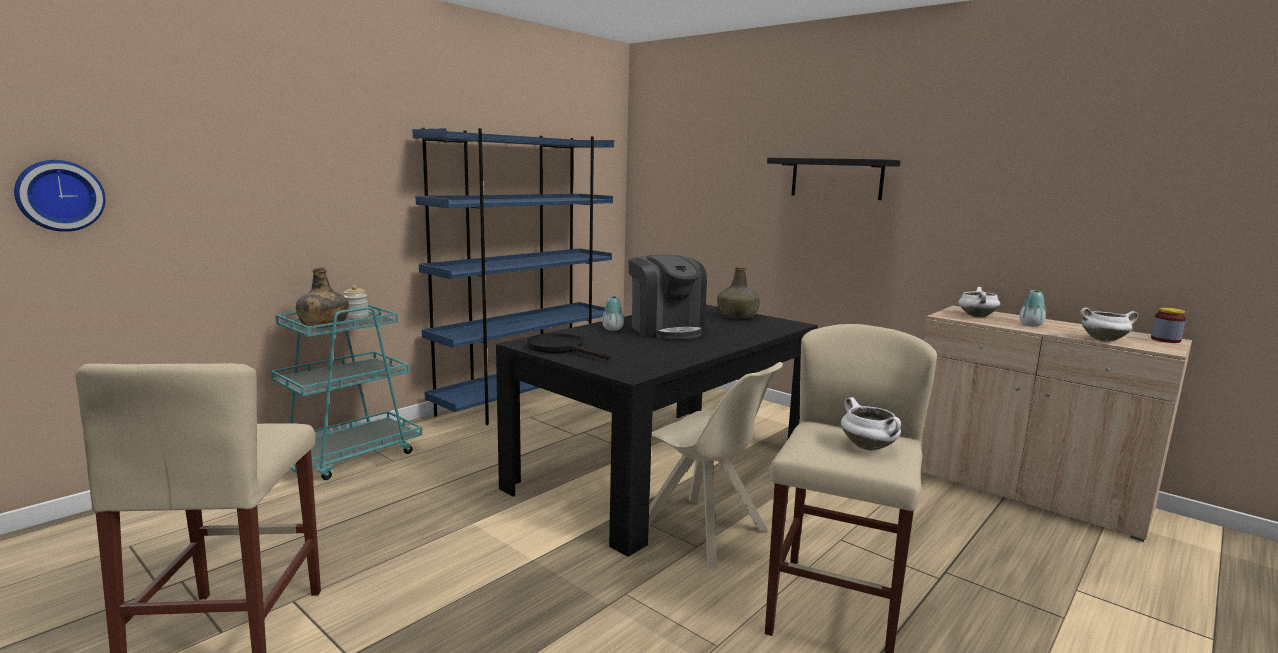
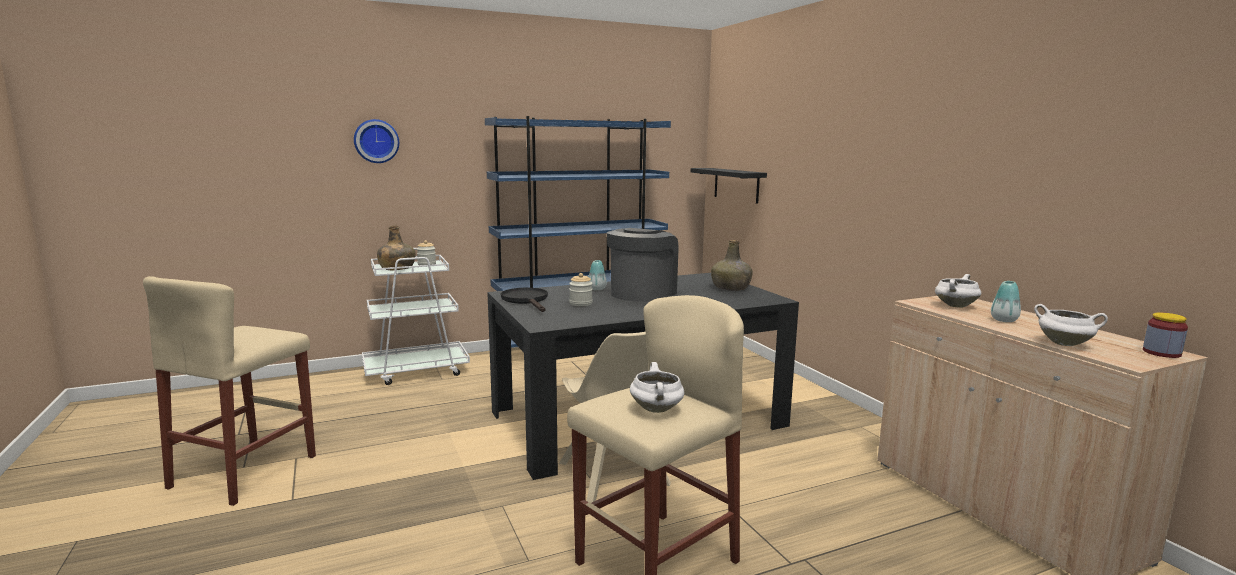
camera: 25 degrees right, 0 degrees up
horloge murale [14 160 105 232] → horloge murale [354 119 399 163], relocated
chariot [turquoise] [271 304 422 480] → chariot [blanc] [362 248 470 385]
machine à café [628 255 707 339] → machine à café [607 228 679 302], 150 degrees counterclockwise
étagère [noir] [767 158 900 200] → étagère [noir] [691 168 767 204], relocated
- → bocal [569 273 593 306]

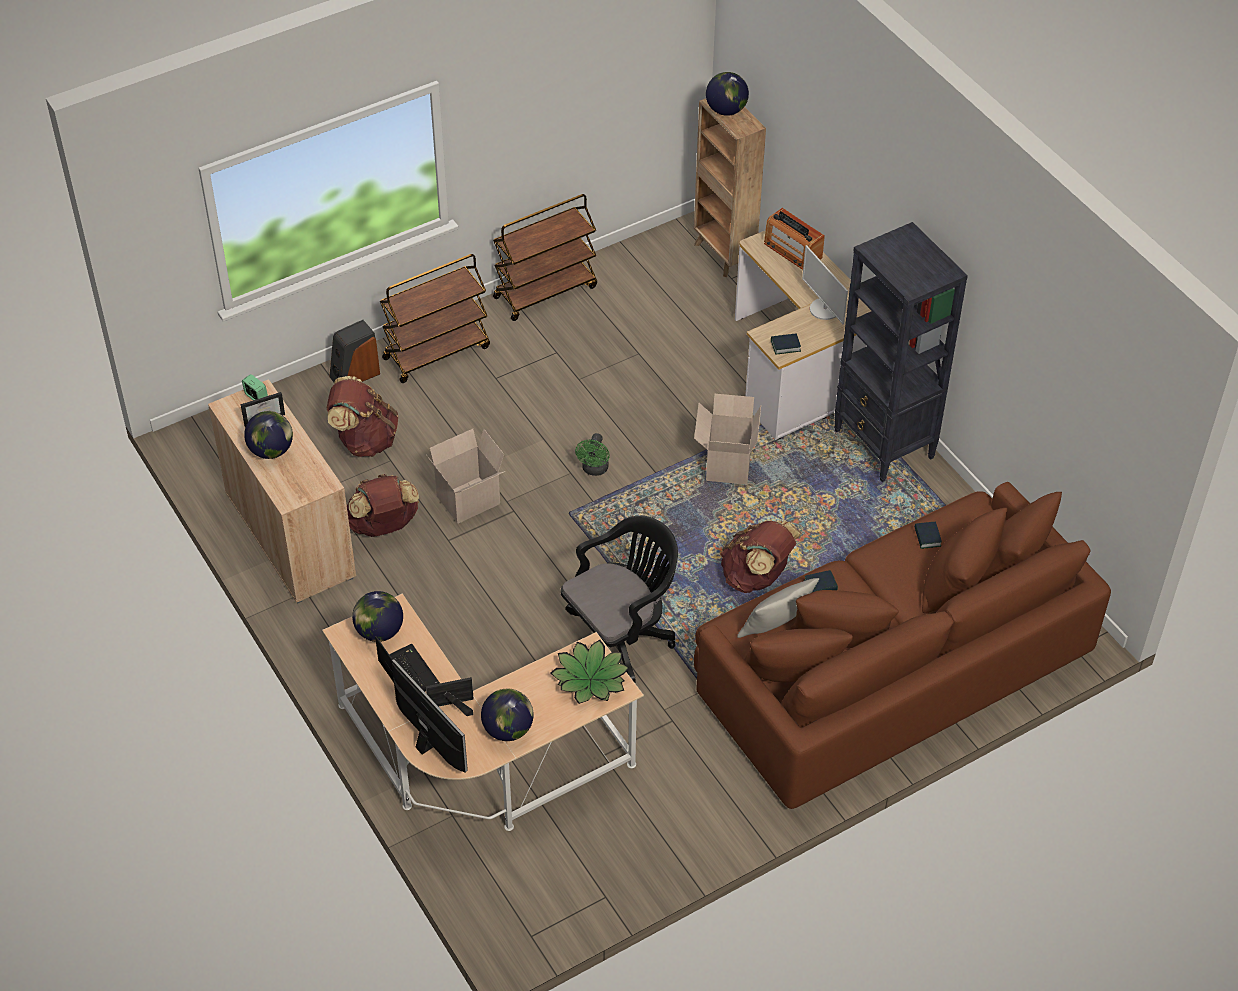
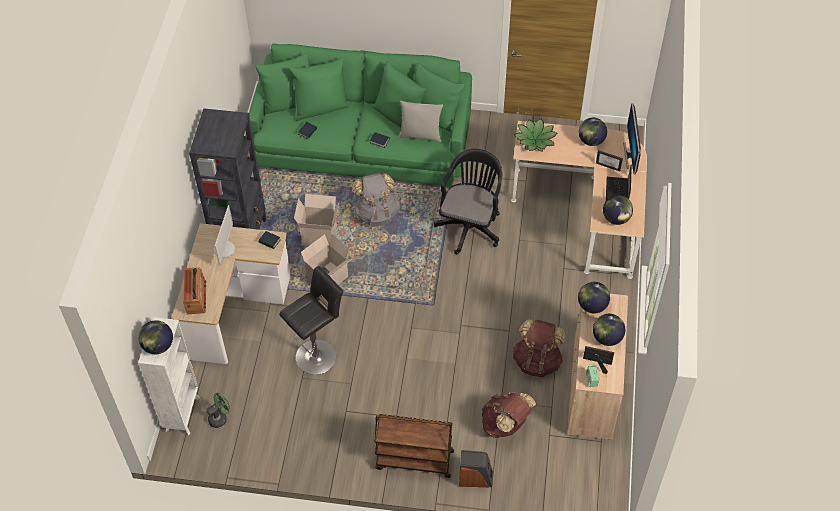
camera: 140 degrees left, 5 degrees up
carton [427 429 505 523] → carton [294 194 339 246], relocated
chariot [marron] [493 194 597 321] → -
chaise de bureau [noir] [561 516 678 683] → chaise de bureau [noir] [433 149 502 254], 105 degrees clockwise
ventilateur [vert] [575 433 610 476] → ventilateur [vert] [206 393 230 428], relocated
bibliothèque [marron] [694 99 766 277] → bibliothèque [blanc] [138 317 200 435]
canapé [marron] [694 482 1111 809] → canapé [vert] [249 43 472 186]
sac à dos [marron] [721 520 801 593] → sac à dos [gris] [352 173 400 227]
- → tabouret [noir] [279 266 343 375]
- → globe [578 282 610 313]

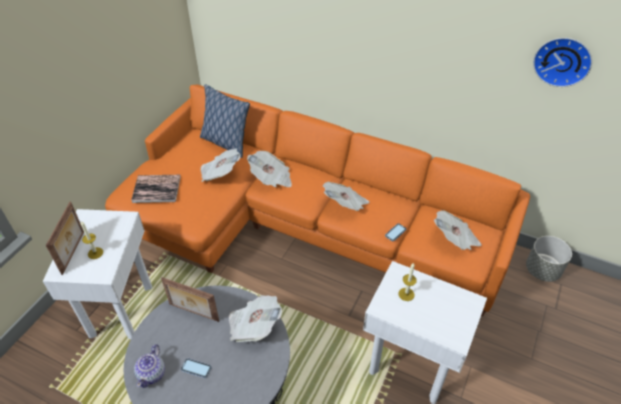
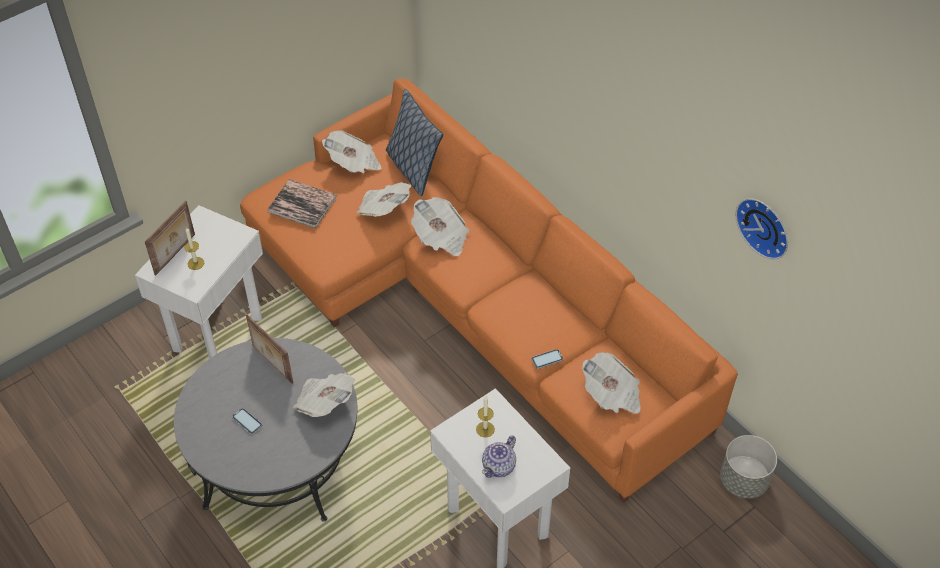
camera: 25 degrees right, 5 degrees up
théière [134 344 165 388] → théière [482 436 516 478], relocated
journal [323 182 370 211] → journal [322 130 382 173], relocated

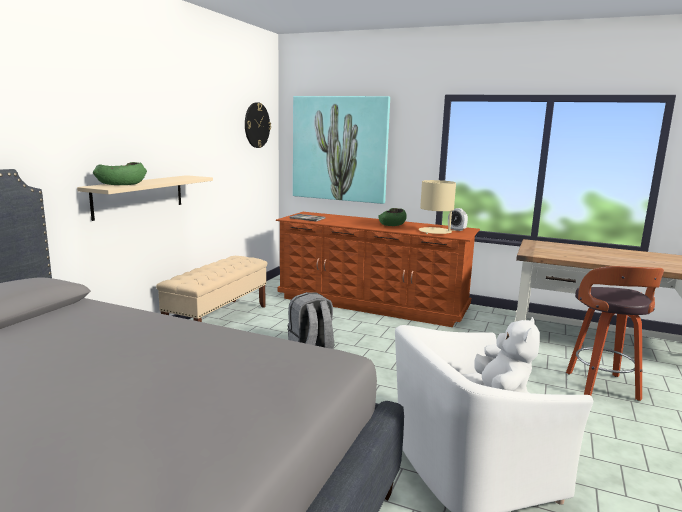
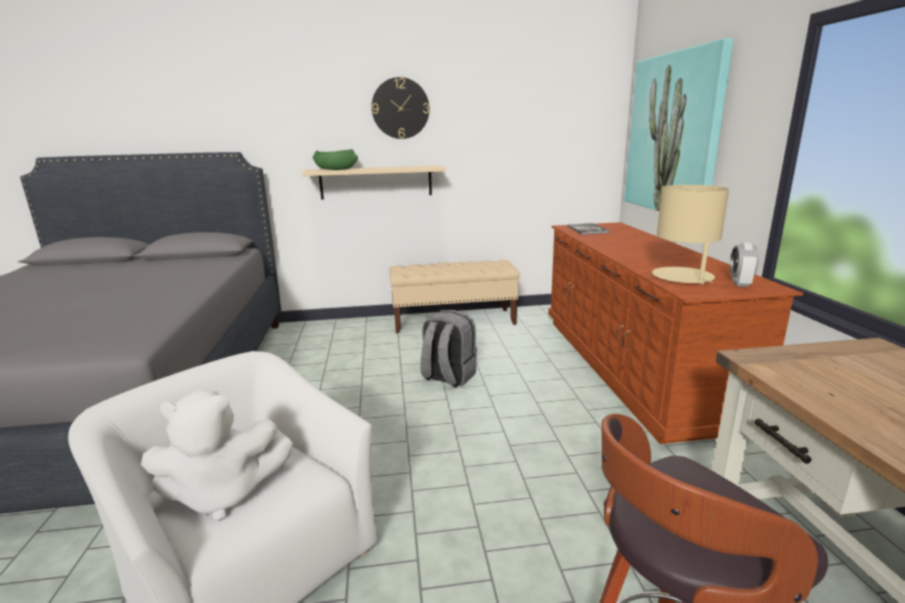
camera: 60 degrees right, 5 degrees up
horloge murale [245 102 271 148] → horloge murale [372 77 429 139], relocated
bol [vert] [378 208 407 226] → -

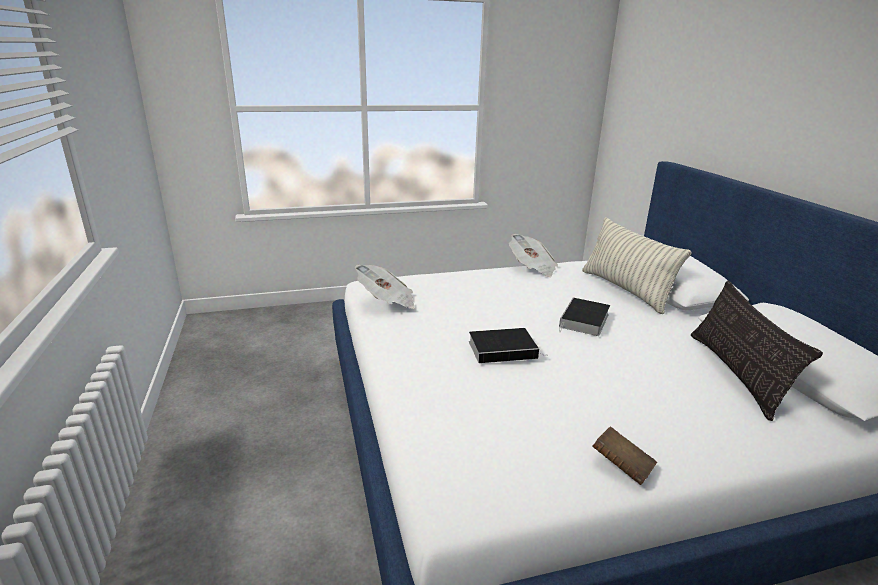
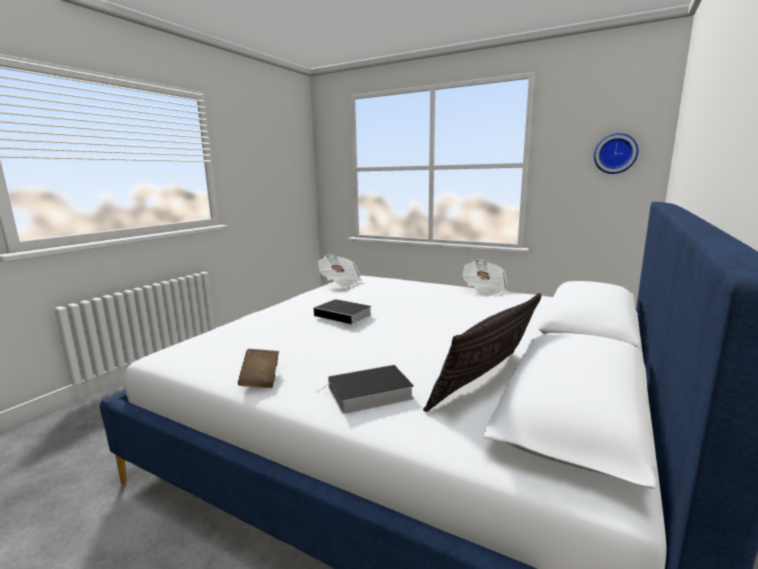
camera: 45 degrees right, 10 degrees down
livre [559 298 610 336] → livre [316 365 414 414], relocated
coussin [582 217 692 314] → -
- → horloge murale [594 133 638 174]

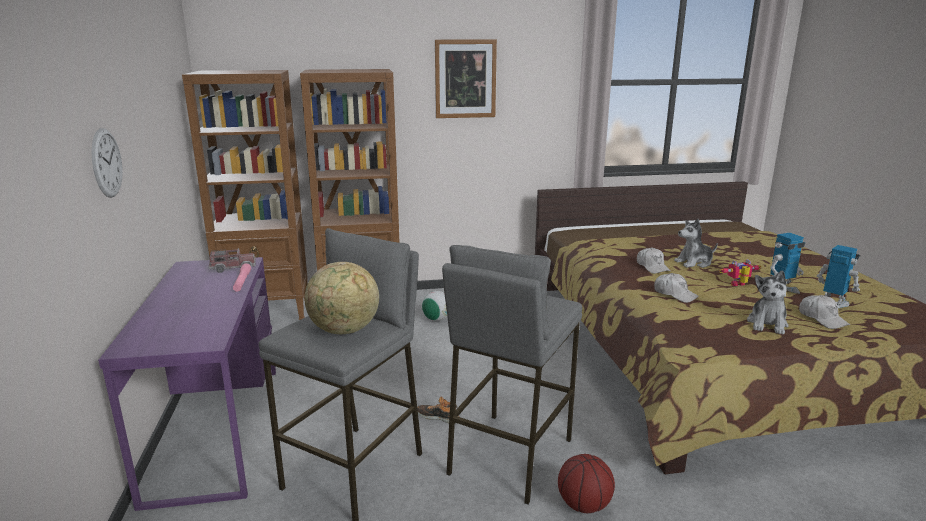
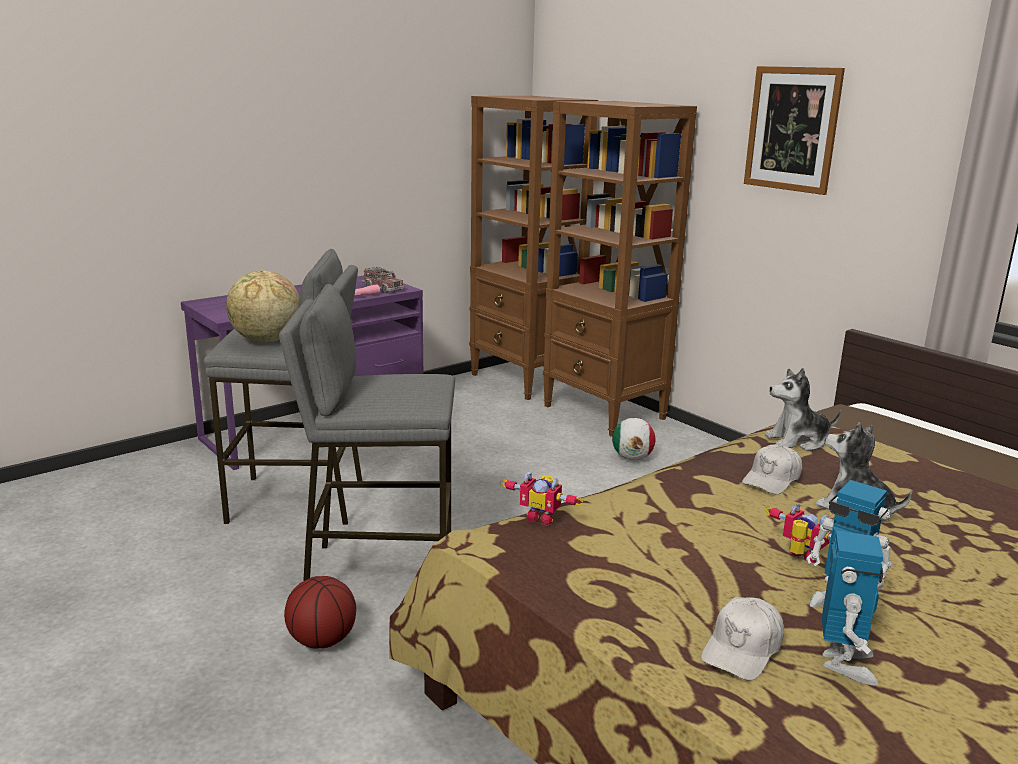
camera: 60 degrees right, 0 degrees up
horloge murale [92 128 123 198] → -
chaussure [417 397 459 423] → -
casquette [blanc] [654 273 699 303] → -
peluche [747 270 789 334] → peluche [765 368 841 451], relocated
- → robot jouet [501 472 583 526]

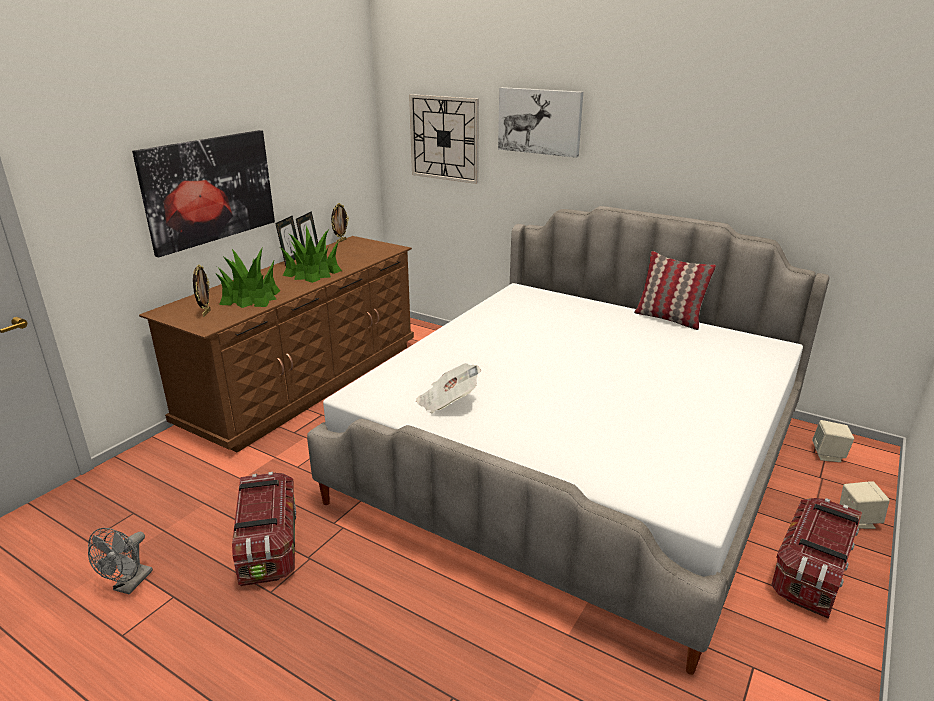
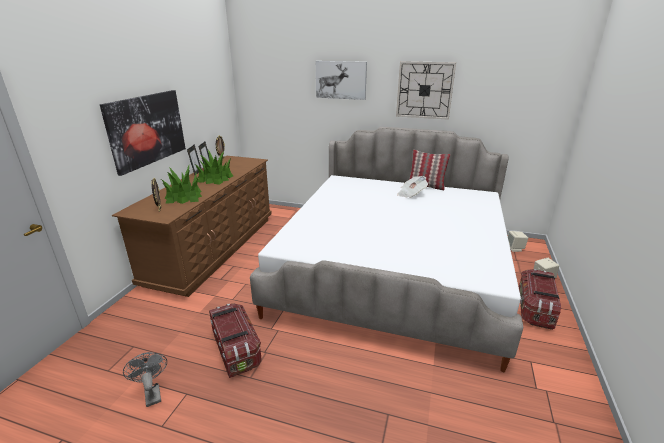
camera: 15 degrees left, 0 degrees up
ventilateur [gris] [88 528 153 595] → ventilateur [gris] [123 352 167 407], 150 degrees clockwise
horloge murale [409 94 479 184] → horloge murale [396 61 456 120], relocated
journal [416 363 481 413] → journal [397 176 428 198], relocated

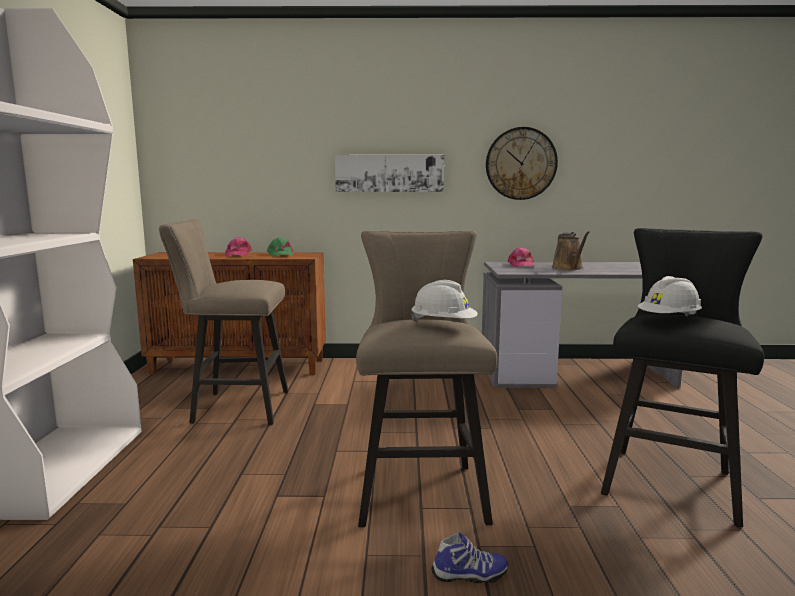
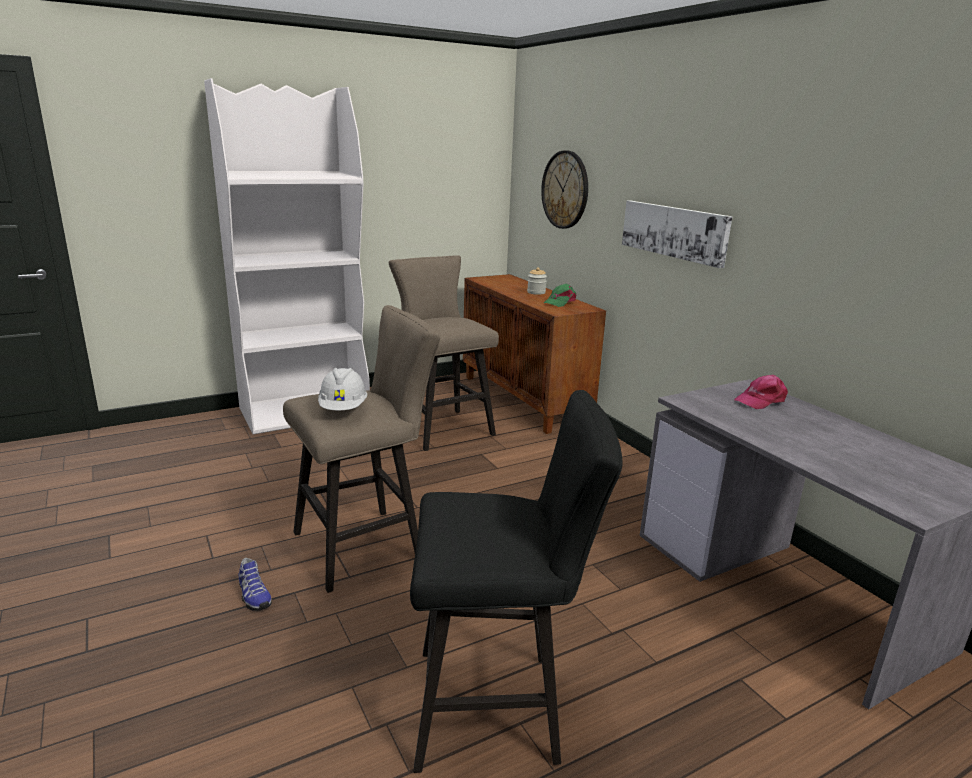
camera: 60 degrees right, 10 degrees up
casquette [rose] [225 237 252 256] → bocal [527 267 547 295]
horloge murale [486 127 558 200] → horloge murale [541 151 588 229], relocated
arrosoir [marron] [552 231 590 270] → -
casque de chantier [blanc] [638 276 702 317] → -

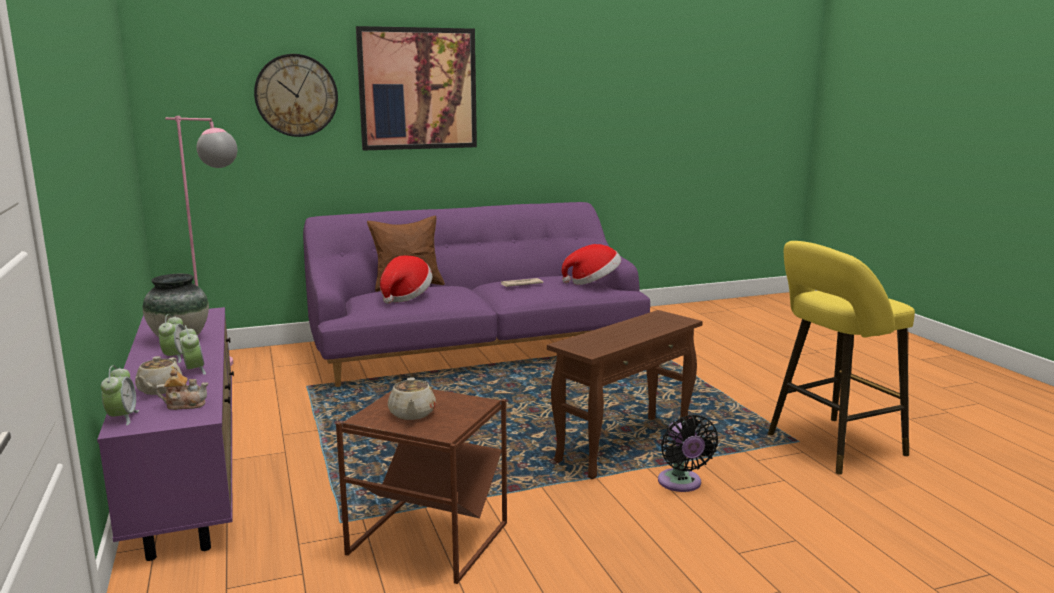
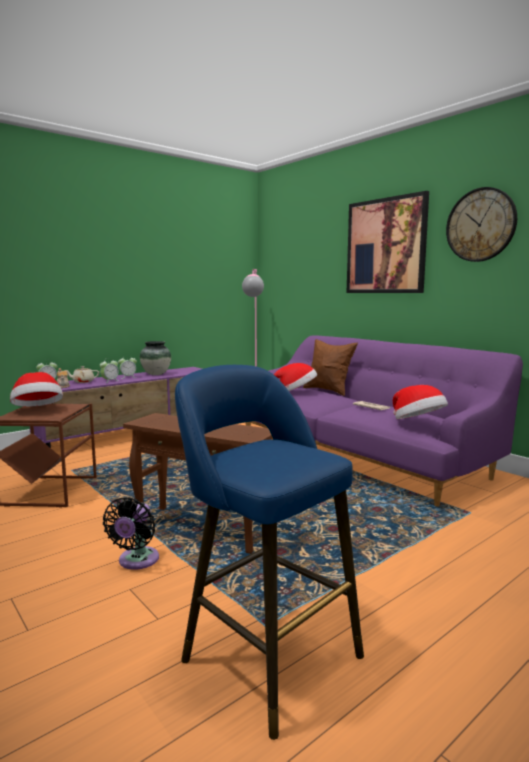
camera: 70 degrees right, 5 degrees down
horloge murale [254 54 338 137] → horloge murale [446 187 517 262], relocated
théière [beige] [388 377 436 420] → chapeau [10 372 63 407]
ventilateur [noir] [658 415 718 492] → ventilateur [noir] [103 497 159 570], 45 degrees counterclockwise
tabouret [jaune] [768 241 915 475] → tabouret [bleu] [175 365 364 740]

